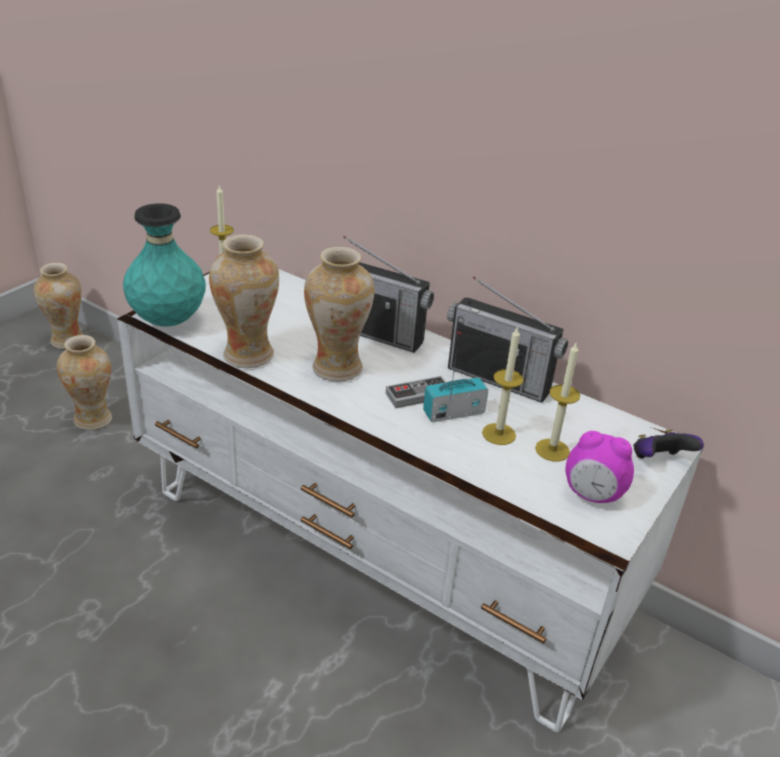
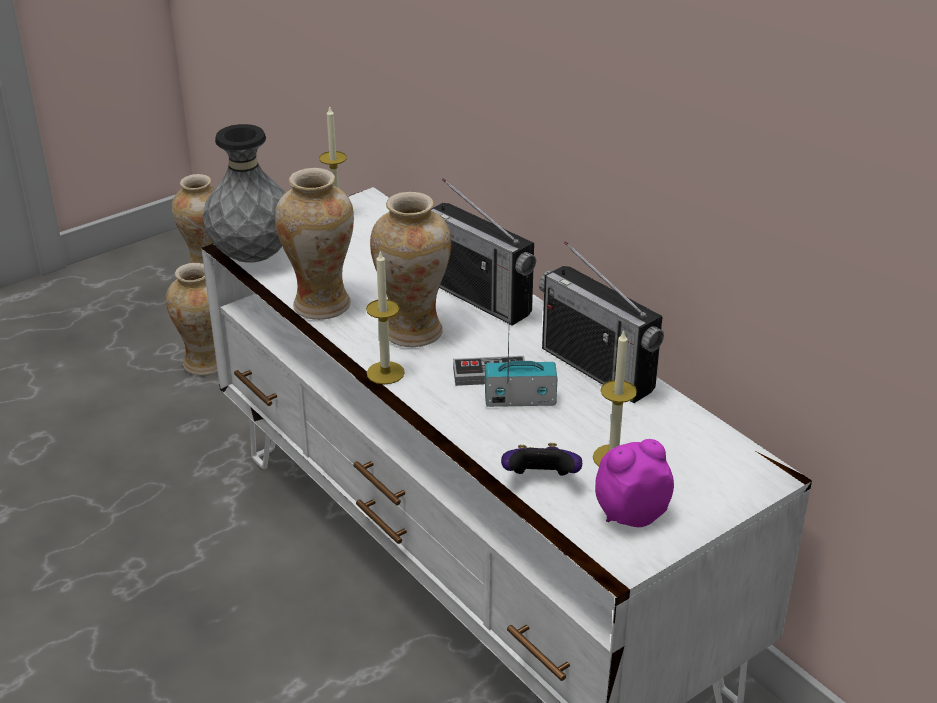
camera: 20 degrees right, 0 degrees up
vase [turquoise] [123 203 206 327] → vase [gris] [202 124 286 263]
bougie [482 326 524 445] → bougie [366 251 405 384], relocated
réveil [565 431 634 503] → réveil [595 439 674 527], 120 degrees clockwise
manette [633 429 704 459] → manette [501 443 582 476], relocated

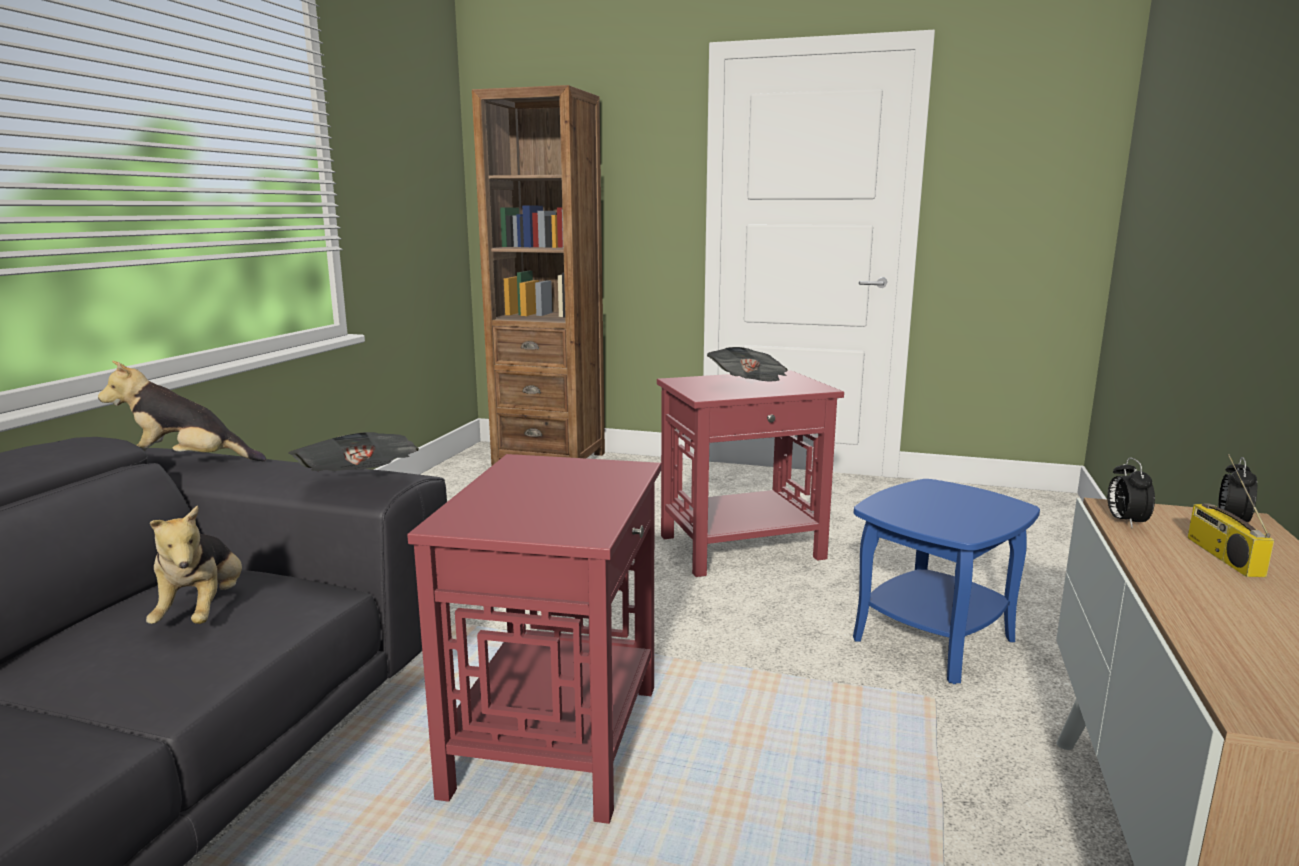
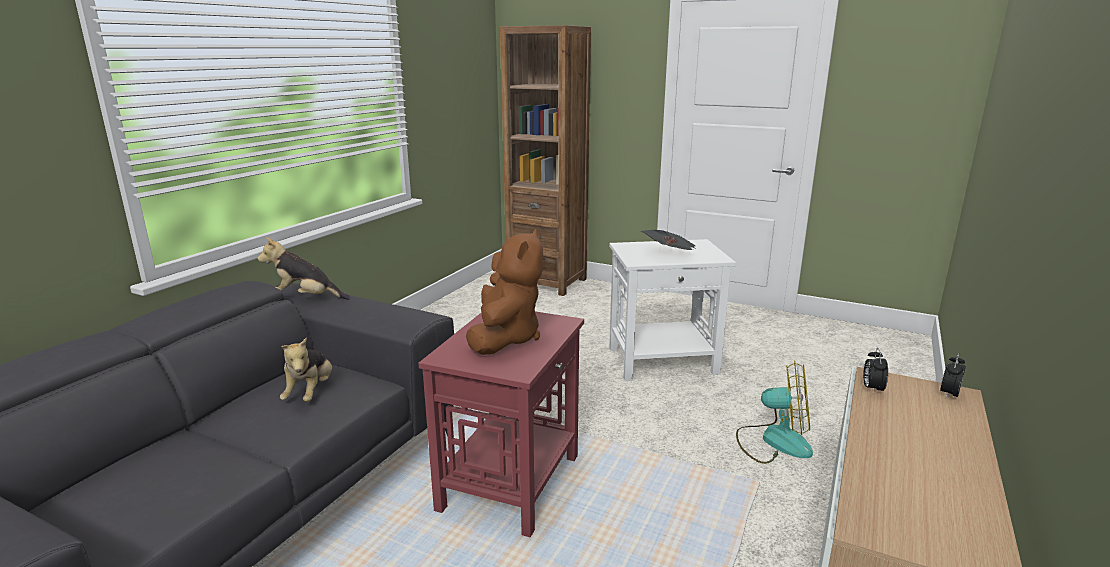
camera: 10 degrees right, 5 degrees up
journal [288 432 419 471] → -
table d'appoint [rouge] [657 370 844 577] → table d'appoint [blanc] [609 239 736 381]
table d'appoint [bleu] [853 479 1040 684] → ventilateur [736 361 813 464]
radio [1188 454 1274 577] → -
- → peluche [marron] [466 229 543 355]

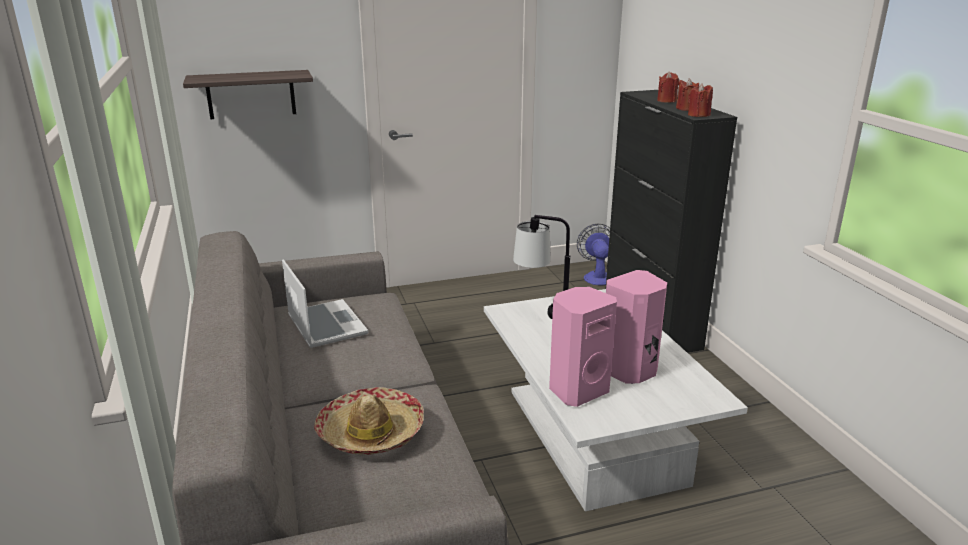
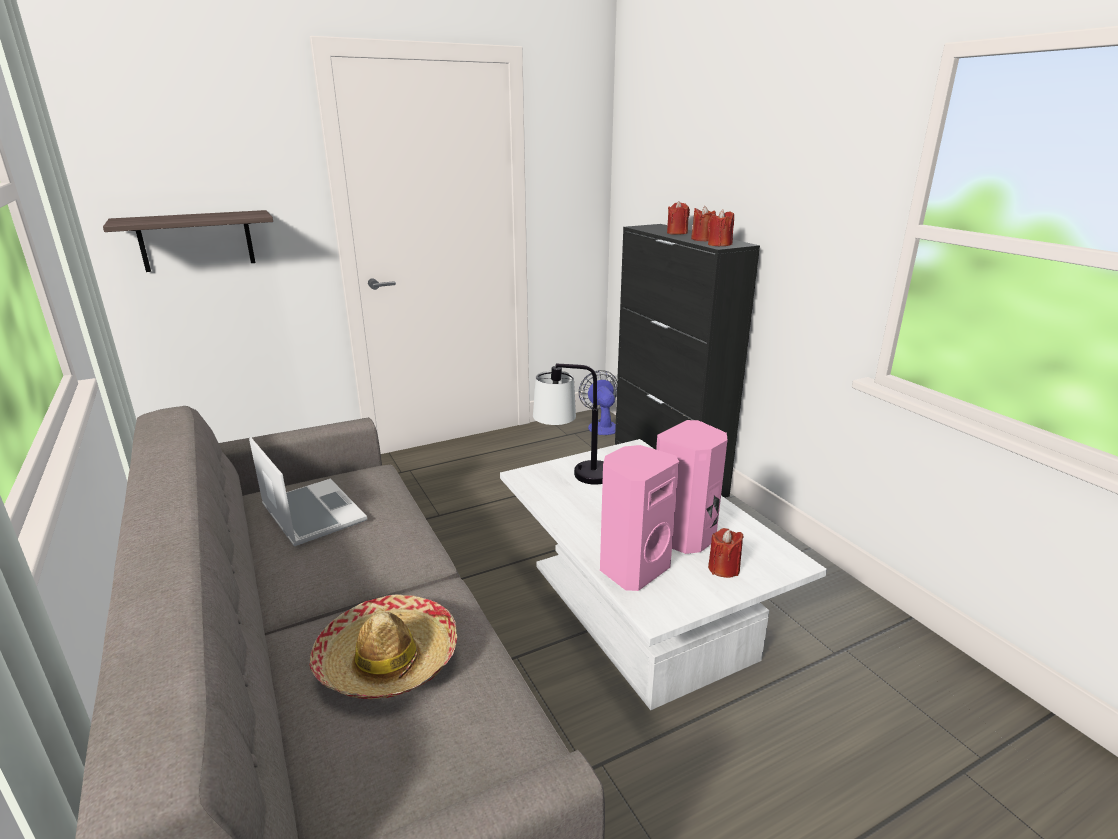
camera: 10 degrees left, 0 degrees up
- → bougie [rouge] [708 528 744 578]

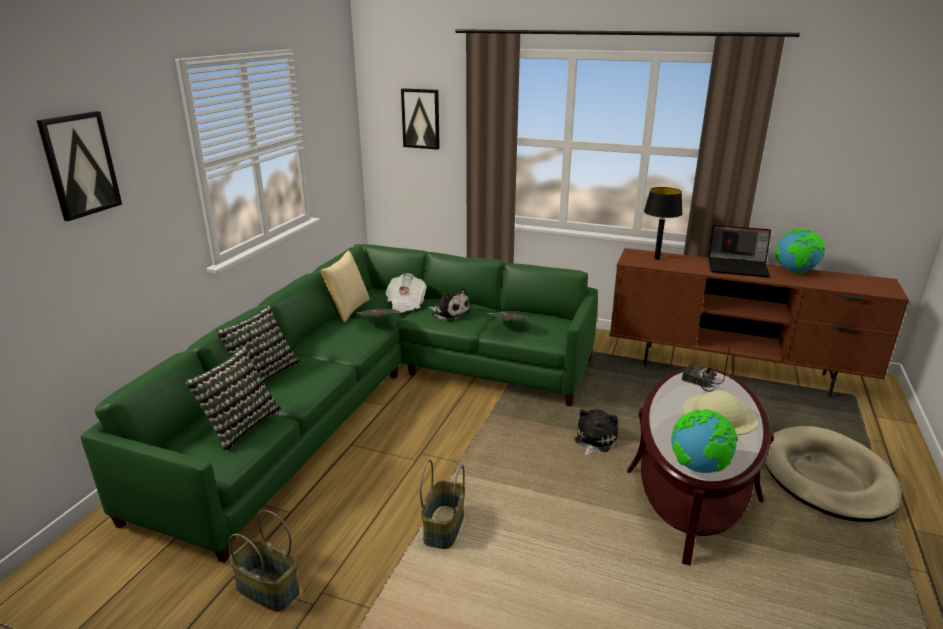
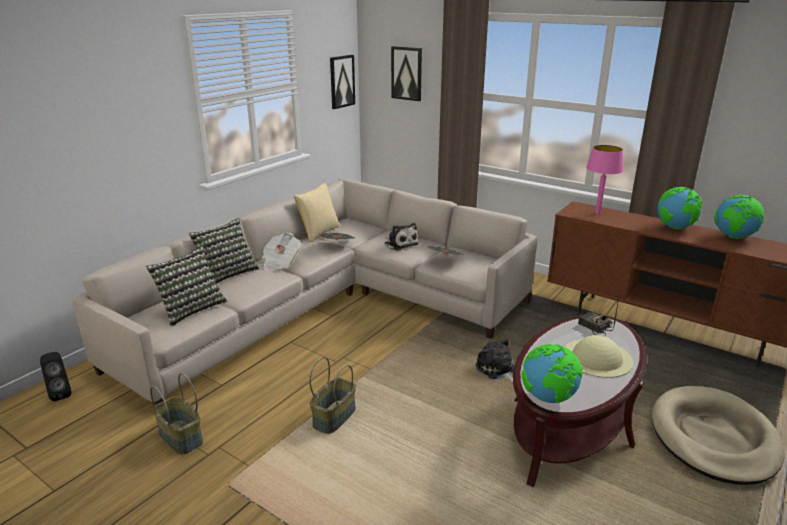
camera: 15 degrees right, 0 degrees up
tableau [36 111 122 221] → tableau [330 55 355 109], relocated
canapé [vert] [81 244 598 563] → canapé [beige] [72 179 537 405]
journal [385 273 427 313] → journal [262 233 302 270], relocated
peluche [574 409 618 456] → peluche [476 338 514 381], 75 degrees counterclockwise
lampe de table [noir] [644 187 683 260] → lampe de table [rose] [586 145 624 214]
ordinateur portable [708 225 771 277] → globe [657 187 702 229]
- → enceinte [noir] [40 352 72 401]

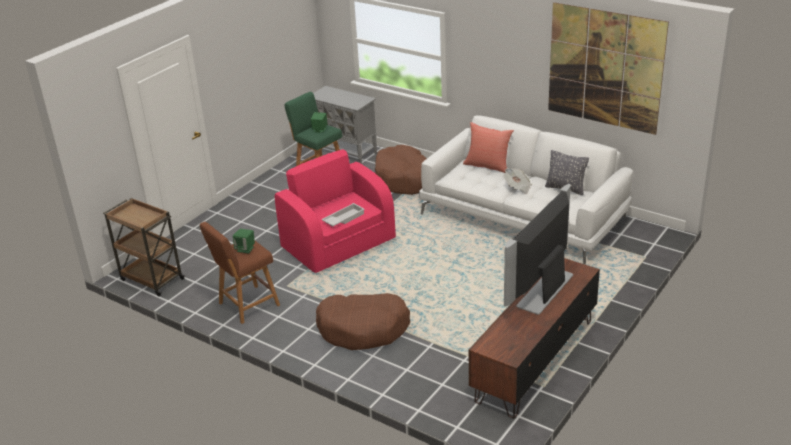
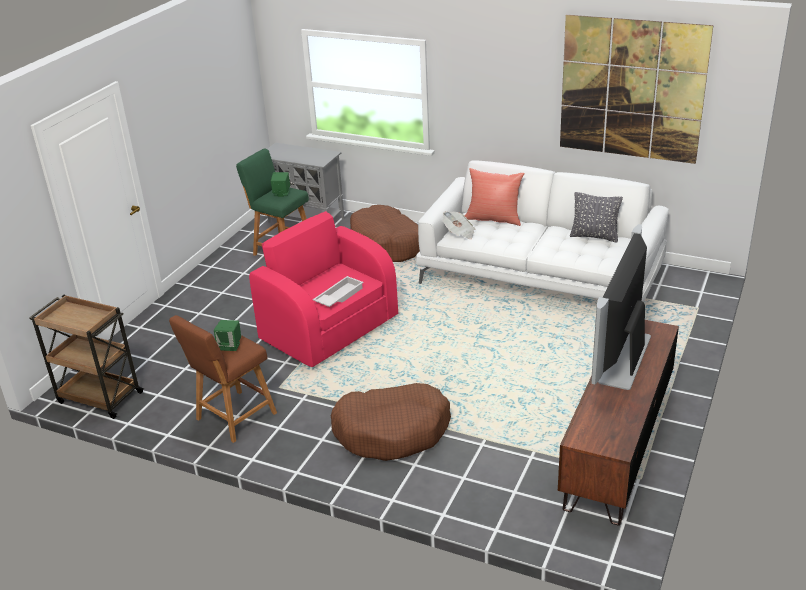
camera: 10 degrees left, 0 degrees up
journal [504 168 532 194] → journal [442 211 476 239], relocated

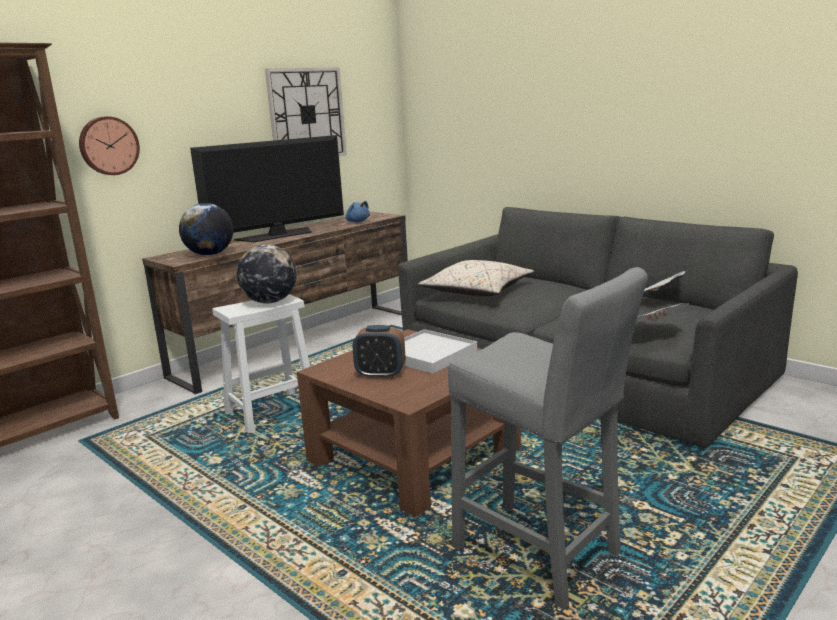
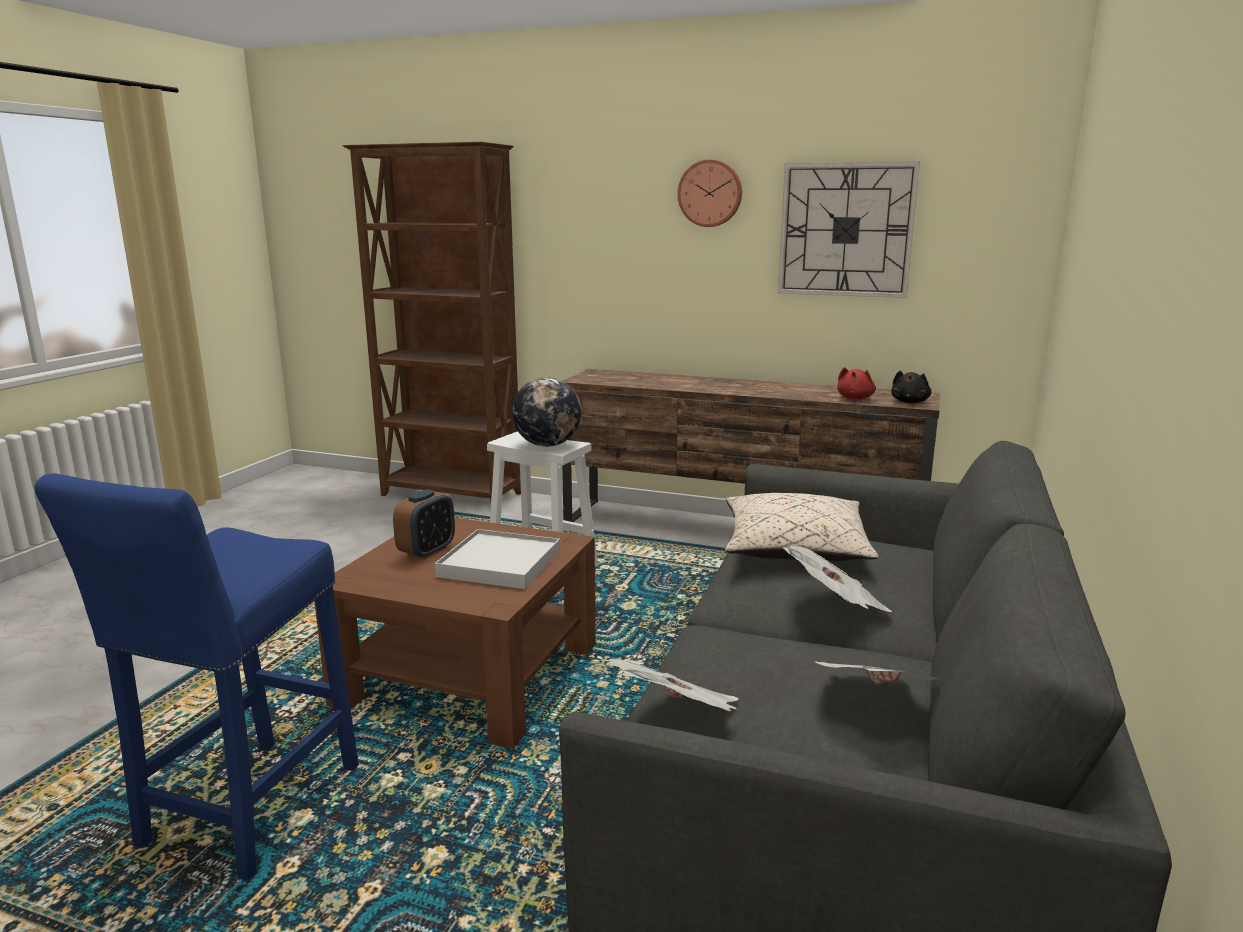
camera: 65 degrees right, 0 degrees up
horloge murale [79 116 140 175] → horloge murale [678 159 742 227], relocated
globe [179 203 233 256] → -
téléviseur [190 135 344 242] → -
peluche [bleu] [345 201 370 222] → peluche [rouge] [837 367 876 399]
réveil [353 325 405 379] → réveil [393 489 455 559], 135 degrees counterclockwise
tabouret [gris] [448 267 648 610] → tabouret [bleu] [34 473 359 881]
- → journal [783 546 892 612]
- → peluche [noir] [891 371 931 403]

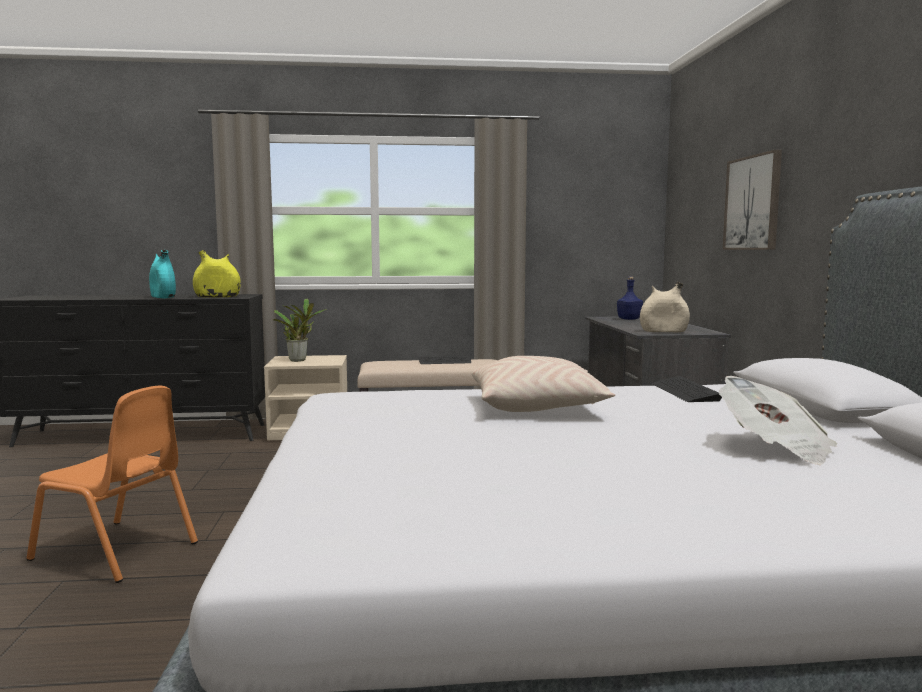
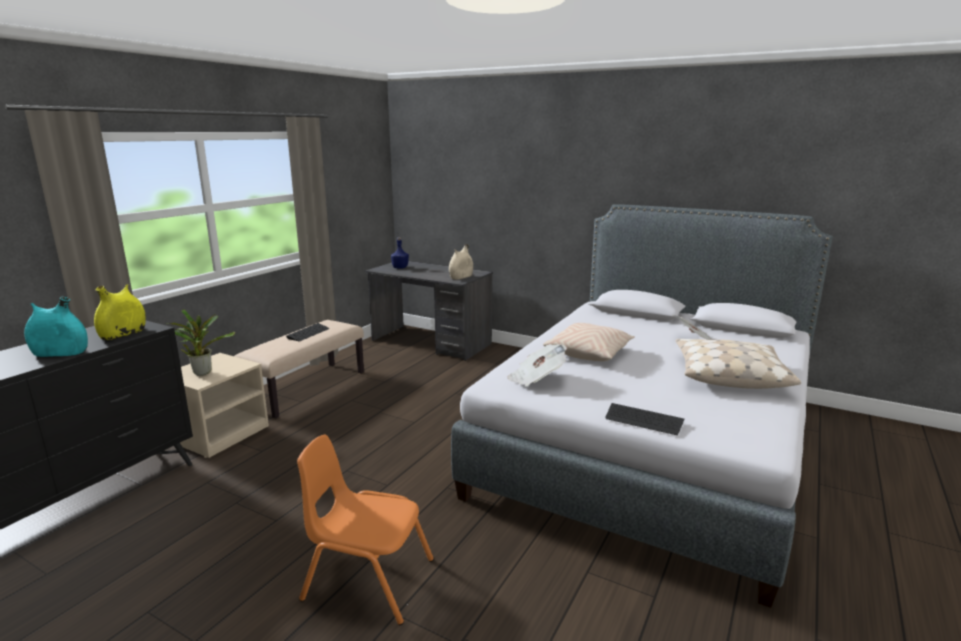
camera: 55 degrees left, 10 degrees up
chaise [orange] [26 386 198 583] → chaise [orange] [297 435 434 625], 135 degrees counterclockwise
clavier [652 376 722 402] → clavier [605 403 684 435], relocated
tableau [723 150 782 250] → -
- → journal [507 344 567 386]
- → coussin [beige] [675 339 801 389]

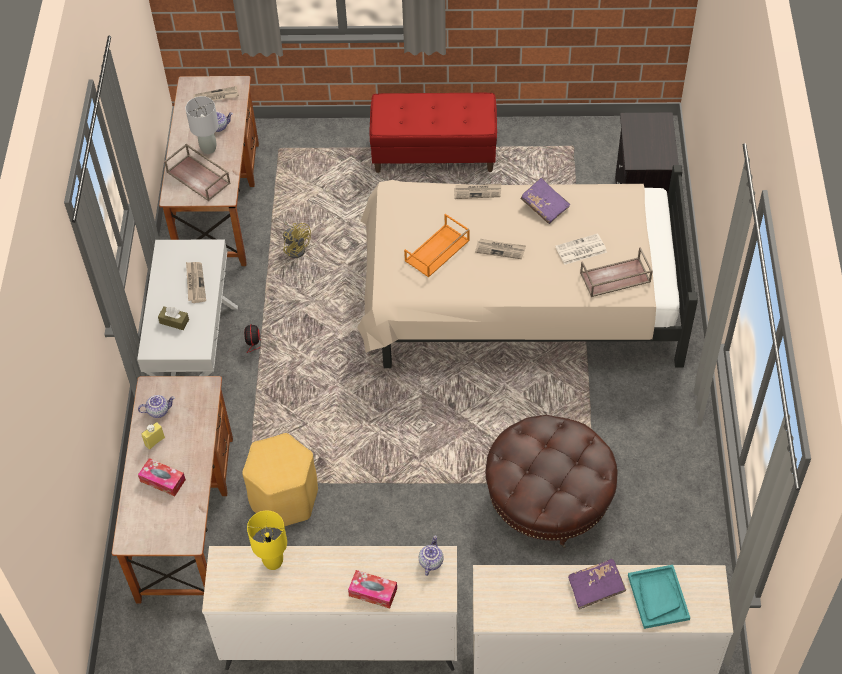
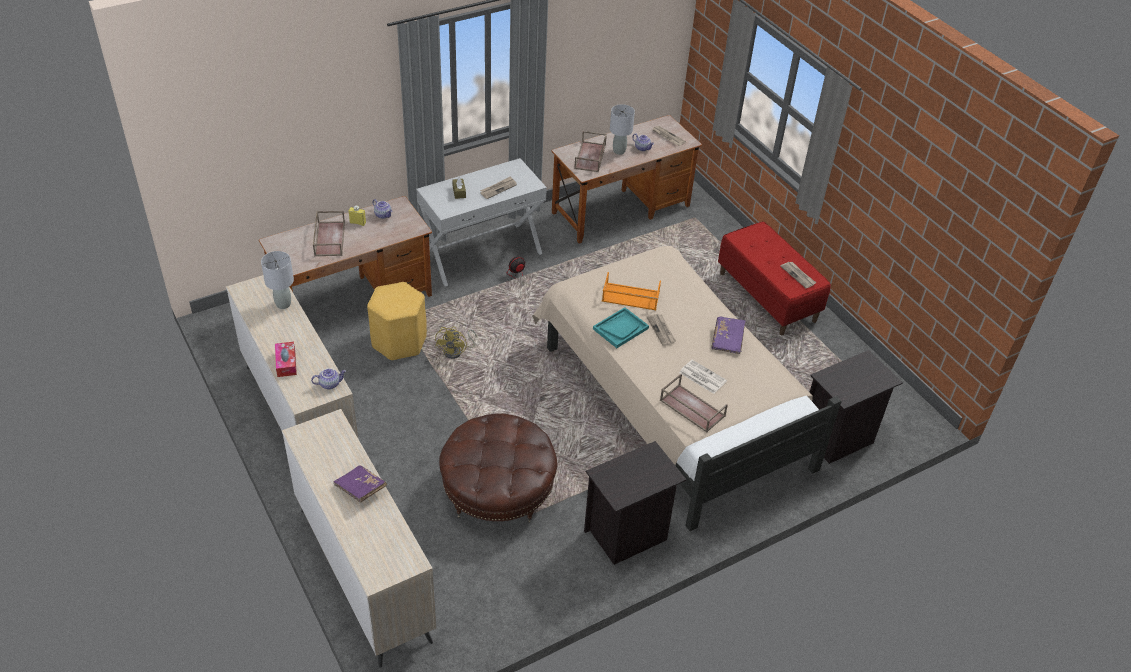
camera: 55 degrees right, 10 degrees down
boîte à mouchoirs [138 458 186 497] → plateau [marron] [313 211 345 257]
lampe de table [jaune] [247 510 287 570] → lampe de table [gris] [261 251 294 309]
ventilateur [jaune] [283 221 311 258] → ventilateur [jaune] [435 326 477 359], relocated
journal [454 183 501 199] → journal [780 262 816 288], relocated
plateau [turquoise] [628 565 690 629] → plateau [turquoise] [593 307 649 348], relocated
- → table de chevet [noir] [584 441 686 565]

